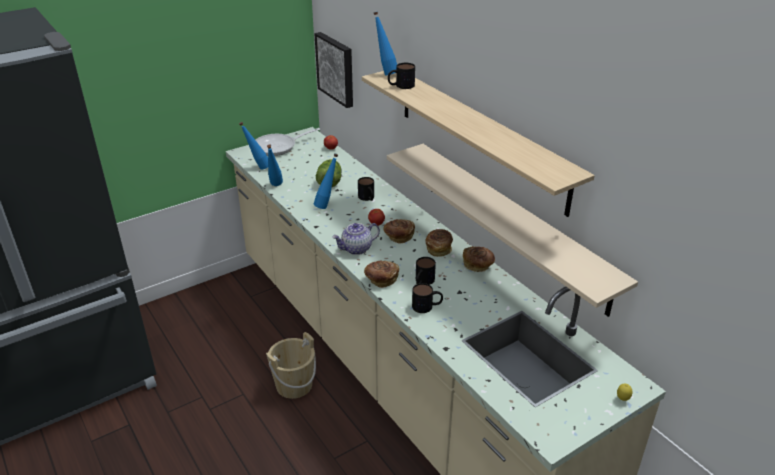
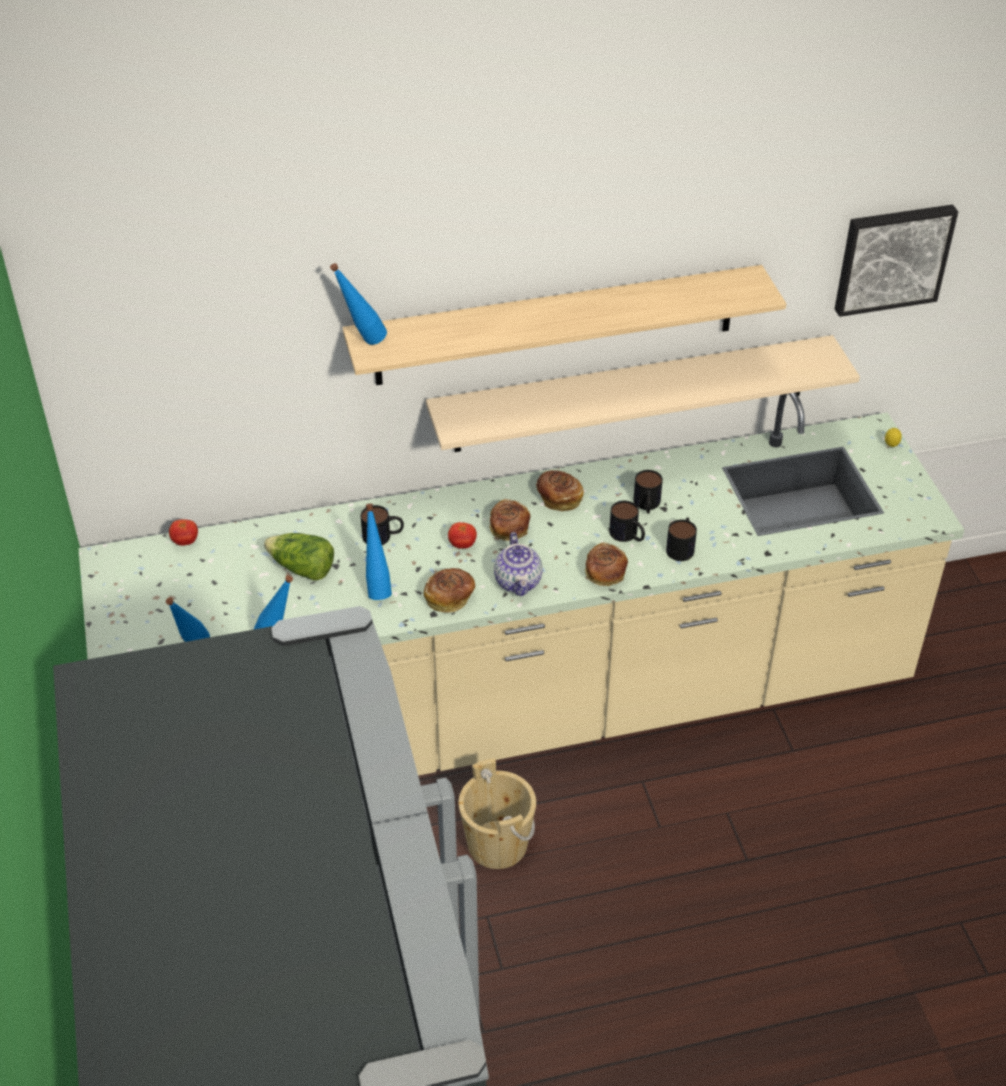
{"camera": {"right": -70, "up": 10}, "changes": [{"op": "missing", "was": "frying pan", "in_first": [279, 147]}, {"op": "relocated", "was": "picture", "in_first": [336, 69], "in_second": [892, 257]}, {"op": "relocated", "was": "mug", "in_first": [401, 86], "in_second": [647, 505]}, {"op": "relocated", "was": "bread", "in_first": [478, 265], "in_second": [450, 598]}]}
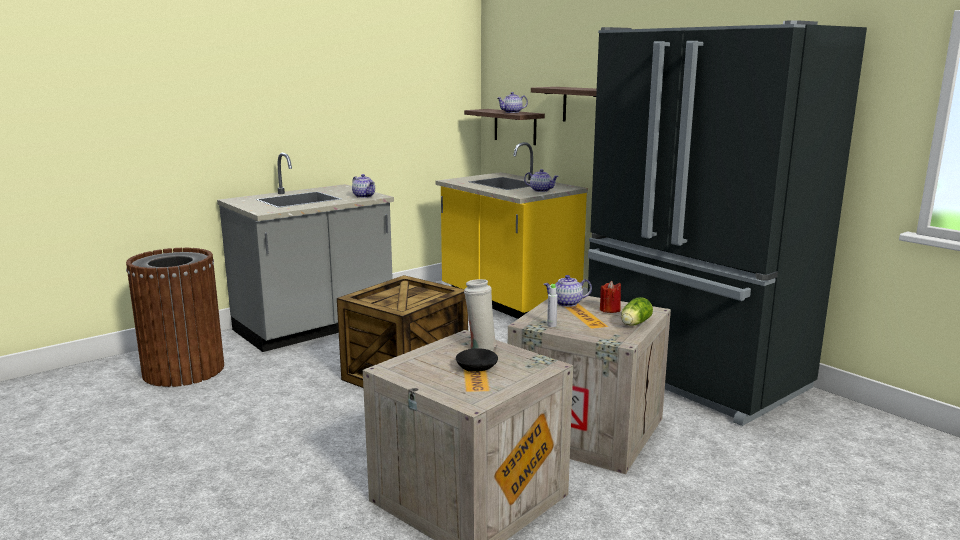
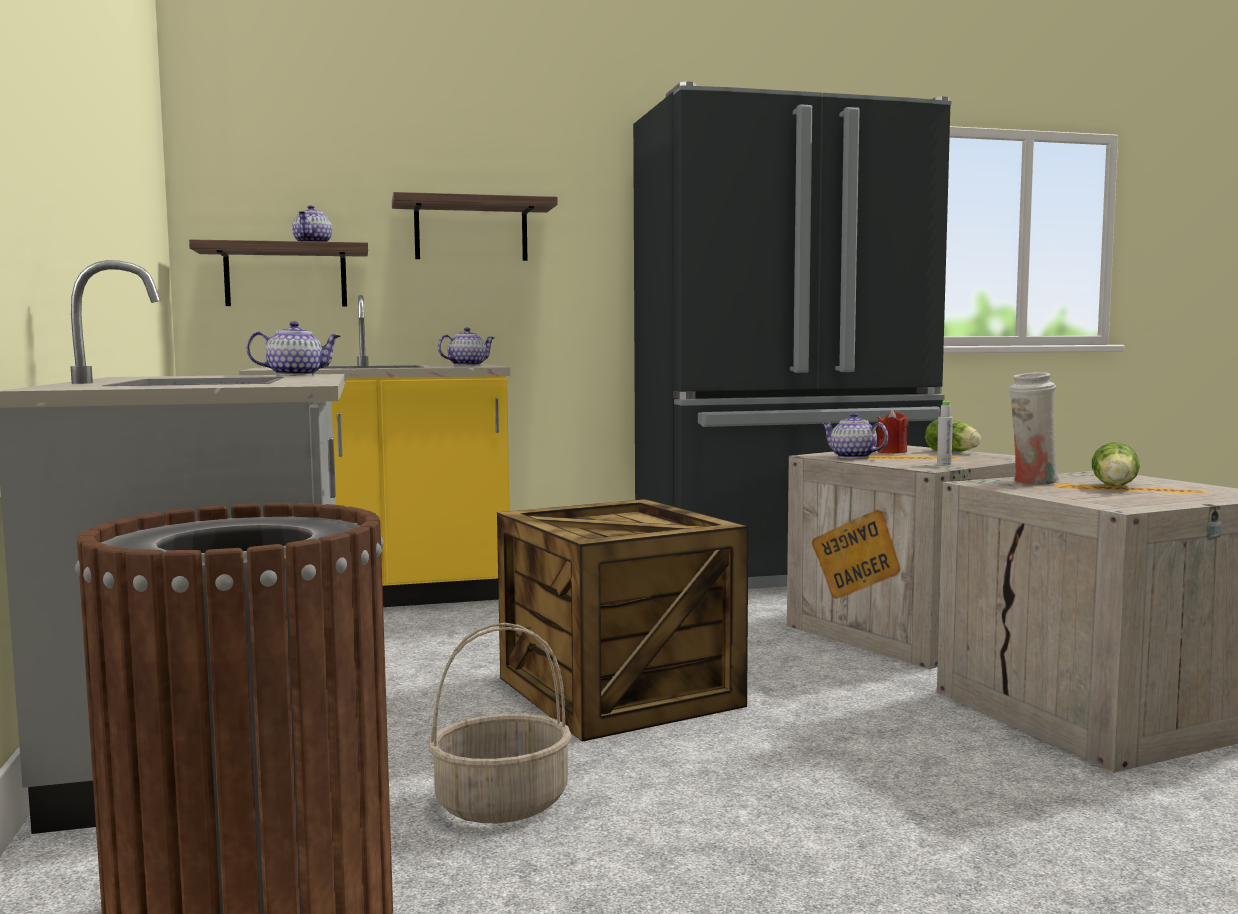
{"camera": {"right": -65, "up": -10}, "changes": [{"op": "exchanged", "was": "black bowl", "now": "lettuce", "in_first": [476, 367], "in_second": [1115, 487]}, {"op": "spun", "was": "teapot", "in_first": [566, 303], "in_second": [852, 457], "clockwise": 120}, {"op": "appeared", "now": "basket", "in_second": [503, 803]}]}
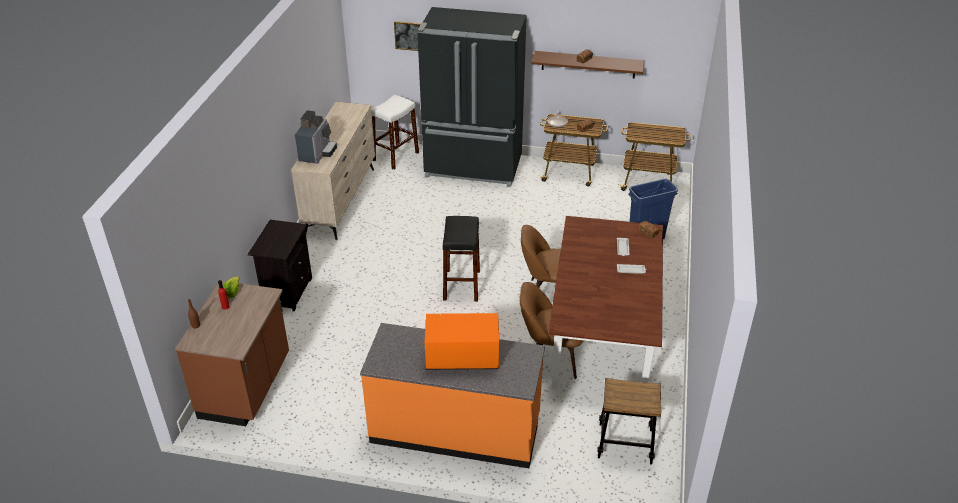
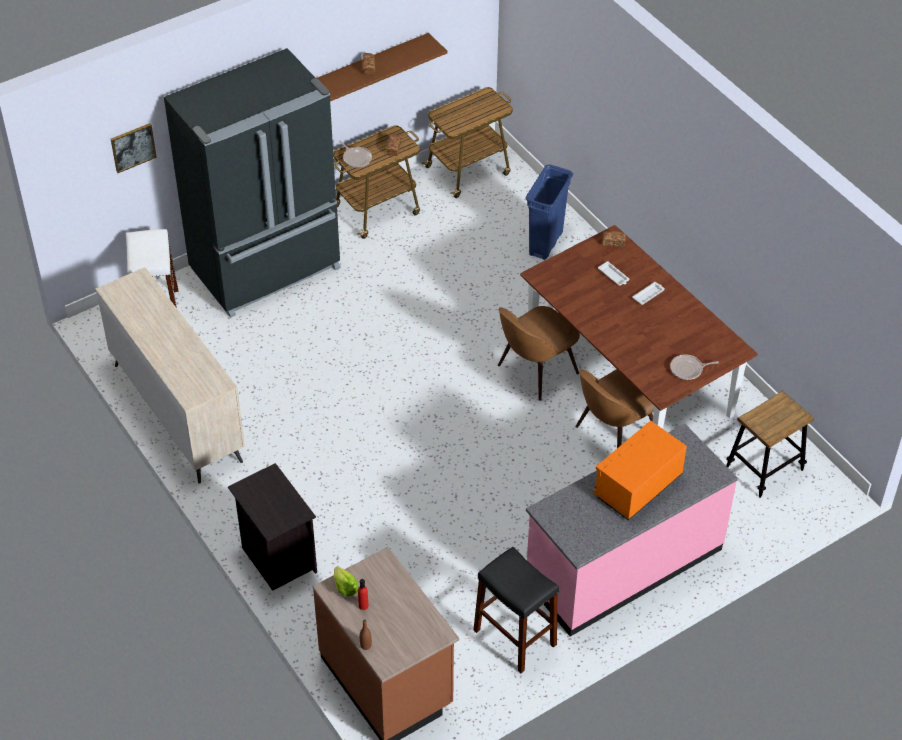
{"camera": {"right": -45, "up": 10}, "changes": [{"op": "missing", "was": "coffee machine", "in_first": [317, 154]}, {"op": "colour", "was": "orange counter", "now": "pink counter", "in_first": [455, 429], "in_second": [623, 564]}, {"op": "relocated", "was": "black stool", "in_first": [461, 285], "in_second": [515, 637]}, {"op": "appeared", "now": "frying pan", "in_second": [688, 369]}]}
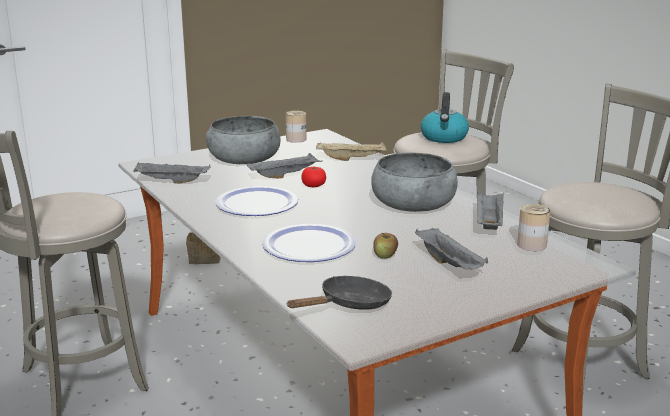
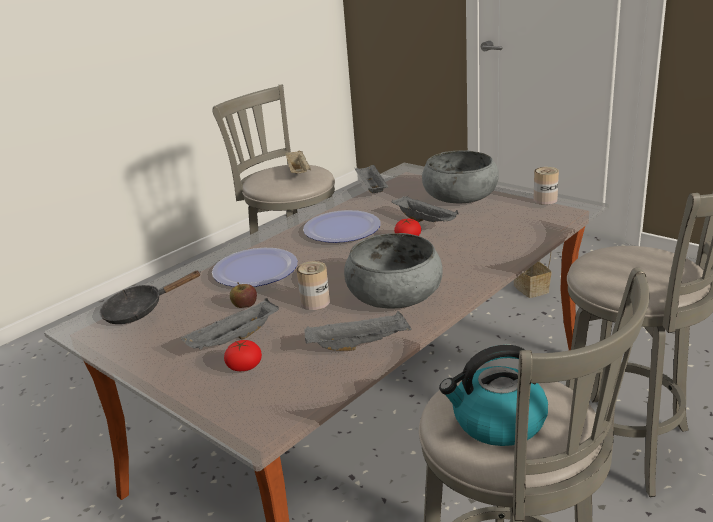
{"camera": {"right": 75, "up": 5}, "changes": [{"op": "spun", "was": "black frying pan", "in_first": [350, 305], "in_second": [140, 310], "clockwise": 120}, {"op": "relocated", "was": "beige tray", "in_first": [352, 159], "in_second": [298, 173]}, {"op": "relocated", "was": "kettle", "in_first": [444, 138], "in_second": [497, 422]}, {"op": "relocated", "was": "can", "in_first": [532, 245], "in_second": [315, 302]}, {"op": "appeared", "now": "tomato", "in_second": [244, 366]}]}
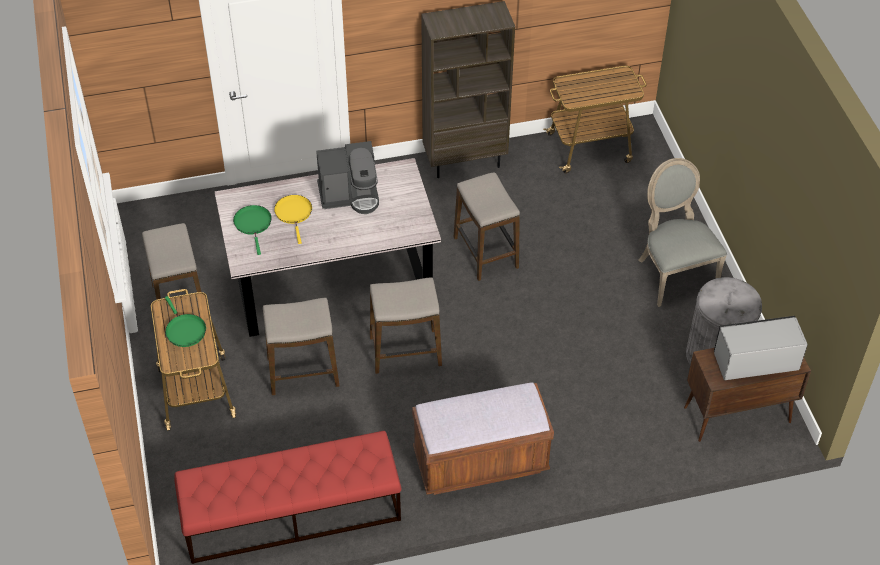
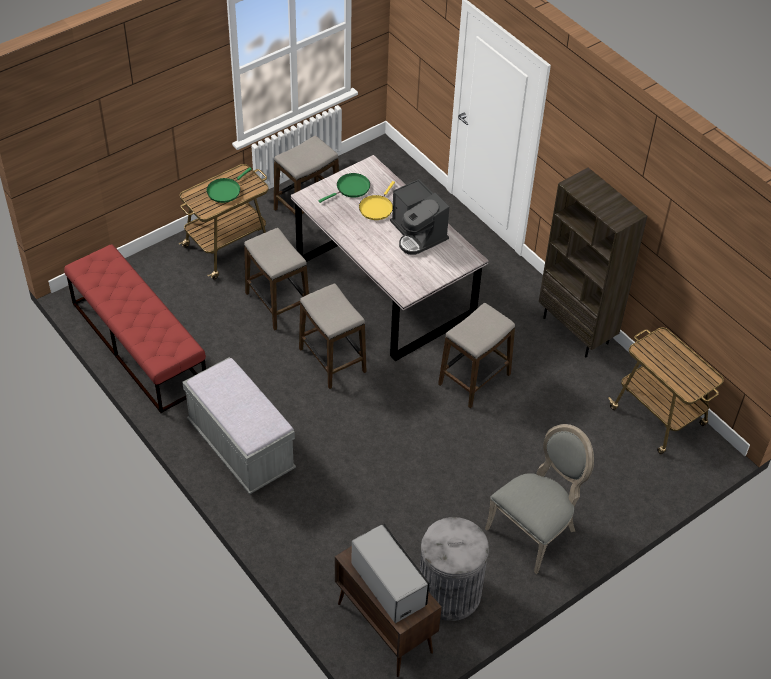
{"camera": {"right": 65, "up": 0}, "changes": [{"op": "spun", "was": "yellow frying pan", "in_first": [294, 213], "in_second": [376, 208], "clockwise": 150}, {"op": "colour", "was": "brown bench", "now": "grey bench", "in_first": [480, 462], "in_second": [241, 447]}]}
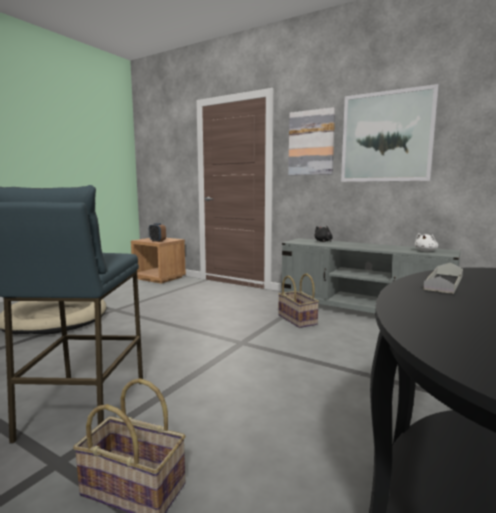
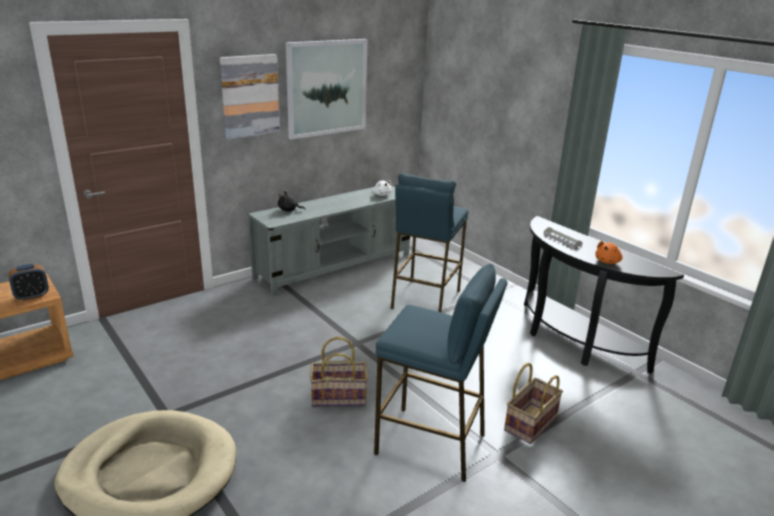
{"camera": {"right": -70, "up": 15}, "changes": [{"op": "relocated", "was": "basket", "in_first": [298, 320], "in_second": [339, 396]}, {"op": "appeared", "now": "blue stool", "in_second": [424, 299]}, {"op": "appeared", "now": "orange plush toy", "in_second": [608, 261]}]}
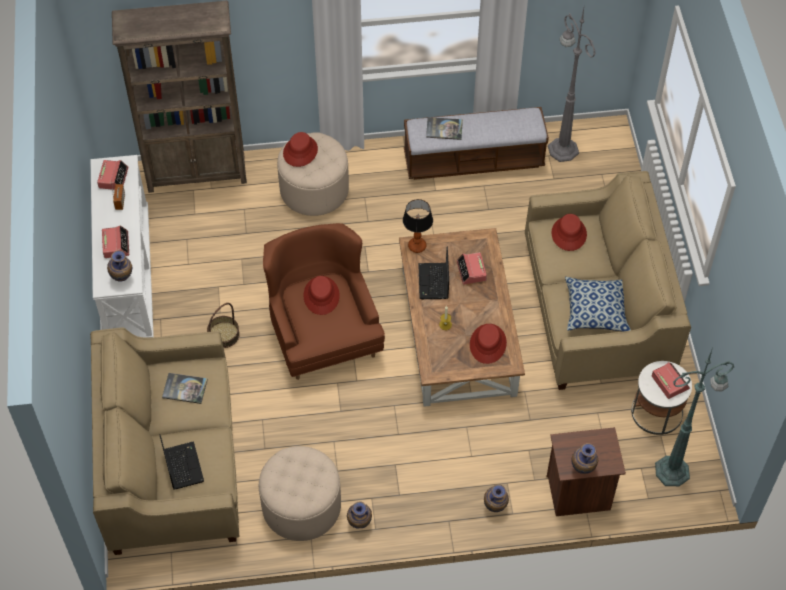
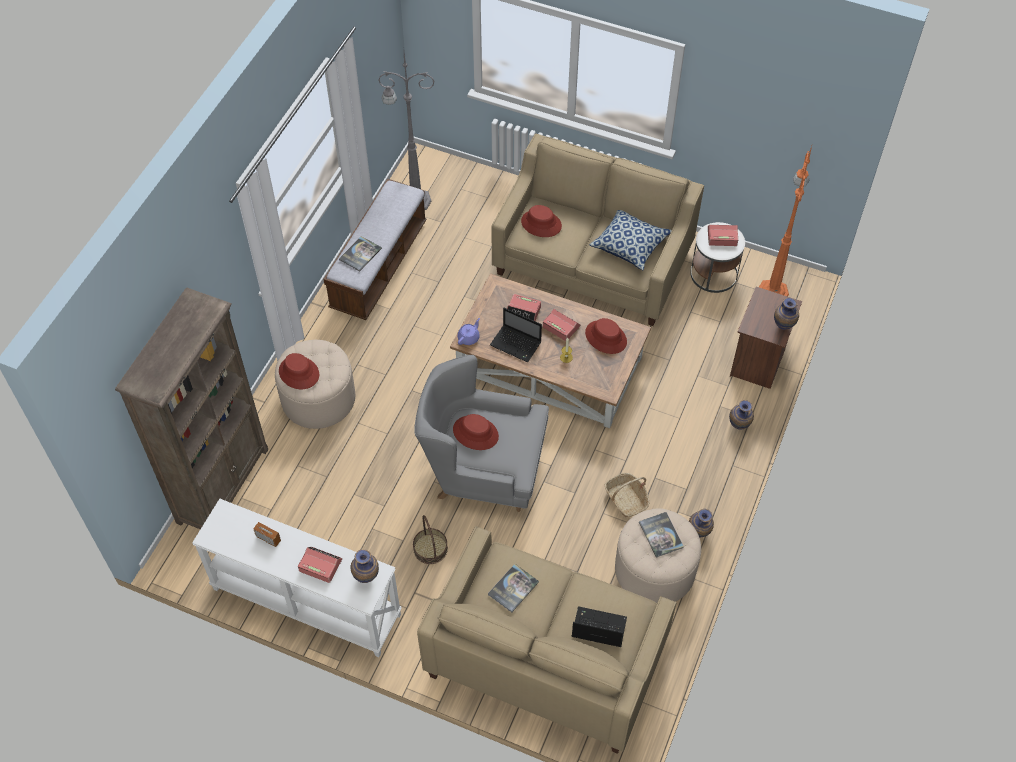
{"camera": {"right": -60, "up": 0}, "changes": [{"op": "relocated", "was": "alarm clock", "in_first": [113, 178], "in_second": [561, 326]}, {"op": "colour", "was": "brown armchair", "now": "grey armchair", "in_first": [323, 333], "in_second": [483, 467]}, {"op": "exchanged", "was": "table lamp", "now": "purple teapot", "in_first": [416, 246], "in_second": [469, 337]}, {"op": "colour", "was": "green floor lamp", "now": "orange floor lamp", "in_first": [674, 471], "in_second": [773, 291]}, {"op": "appeared", "now": "basket", "in_second": [626, 499]}, {"op": "appeared", "now": "book", "in_second": [661, 535]}]}
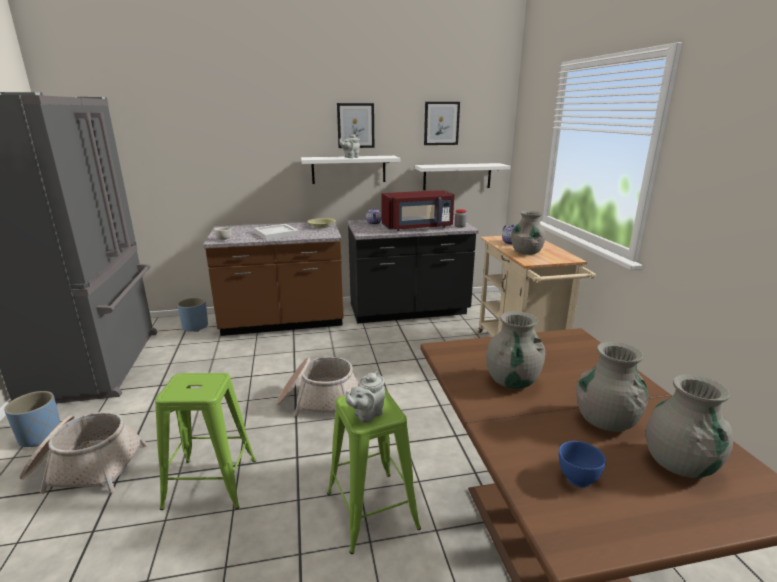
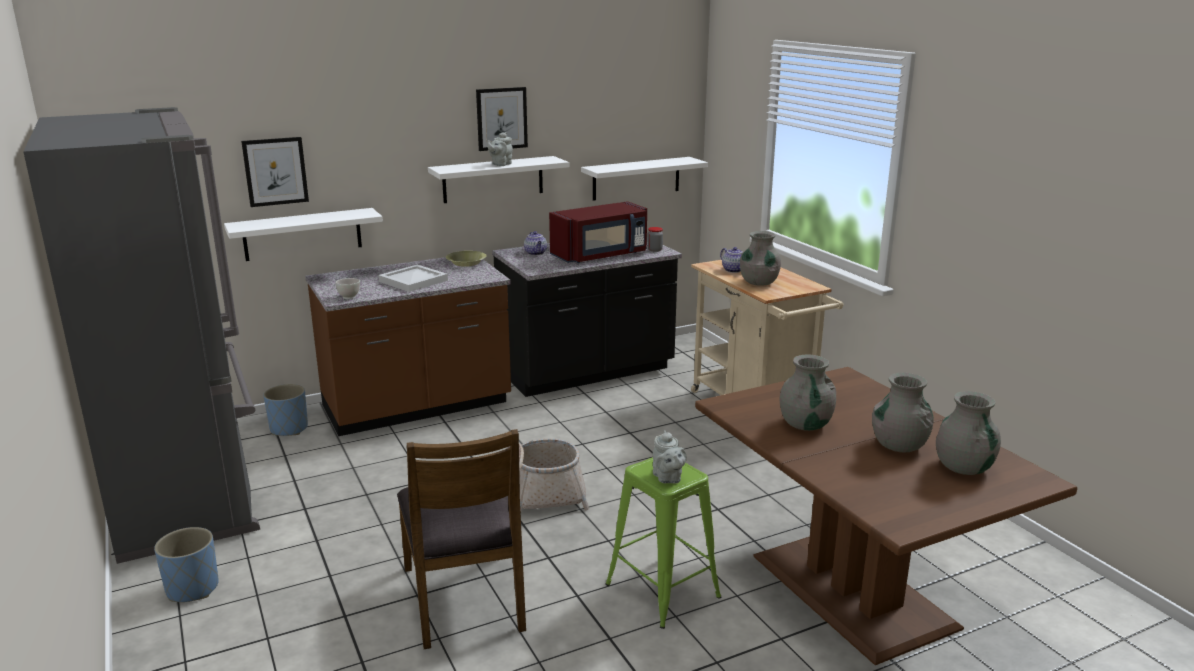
{"camera": {"right": -15, "up": 0}, "changes": [{"op": "missing", "was": "basket", "in_first": [85, 467]}, {"op": "exchanged", "was": "green stool", "now": "brown chair", "in_first": [212, 483], "in_second": [466, 598]}, {"op": "spun", "was": "grey teapot", "in_first": [366, 415], "in_second": [667, 478], "clockwise": -45}, {"op": "relocated", "was": "picture", "in_first": [441, 123], "in_second": [275, 171]}, {"op": "missing", "was": "blue bowl", "in_first": [577, 479]}, {"op": "appeared", "now": "white shelf", "in_second": [302, 234]}]}
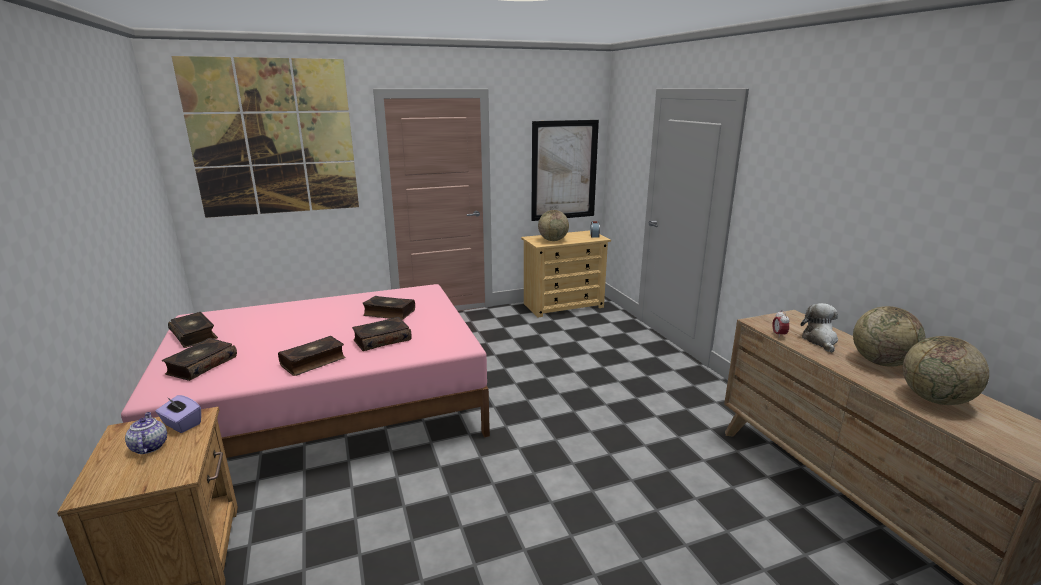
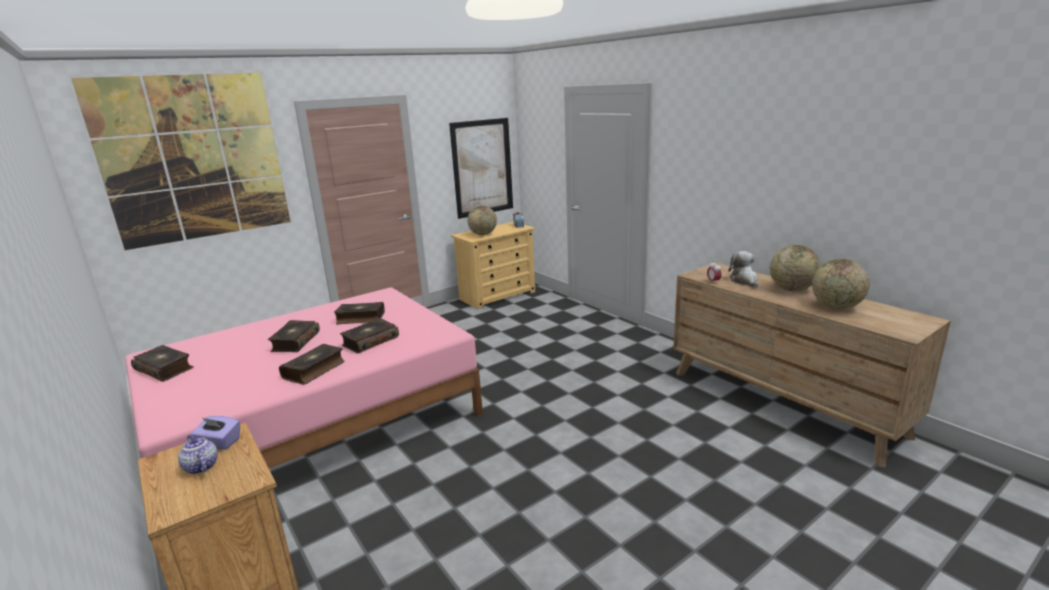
{"camera": {"right": -15, "up": 0}, "changes": [{"op": "relocated", "was": "book", "in_first": [201, 366], "in_second": [295, 342]}]}
